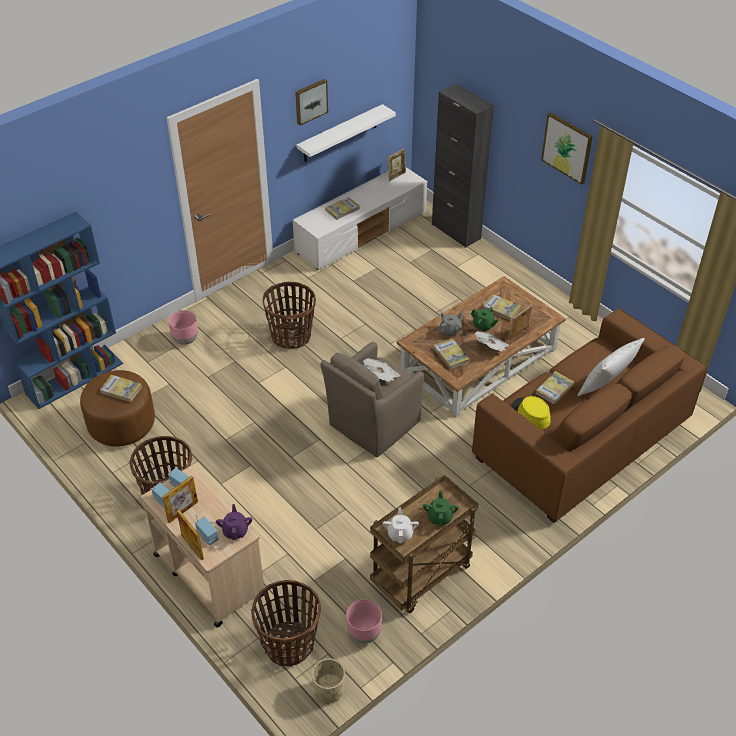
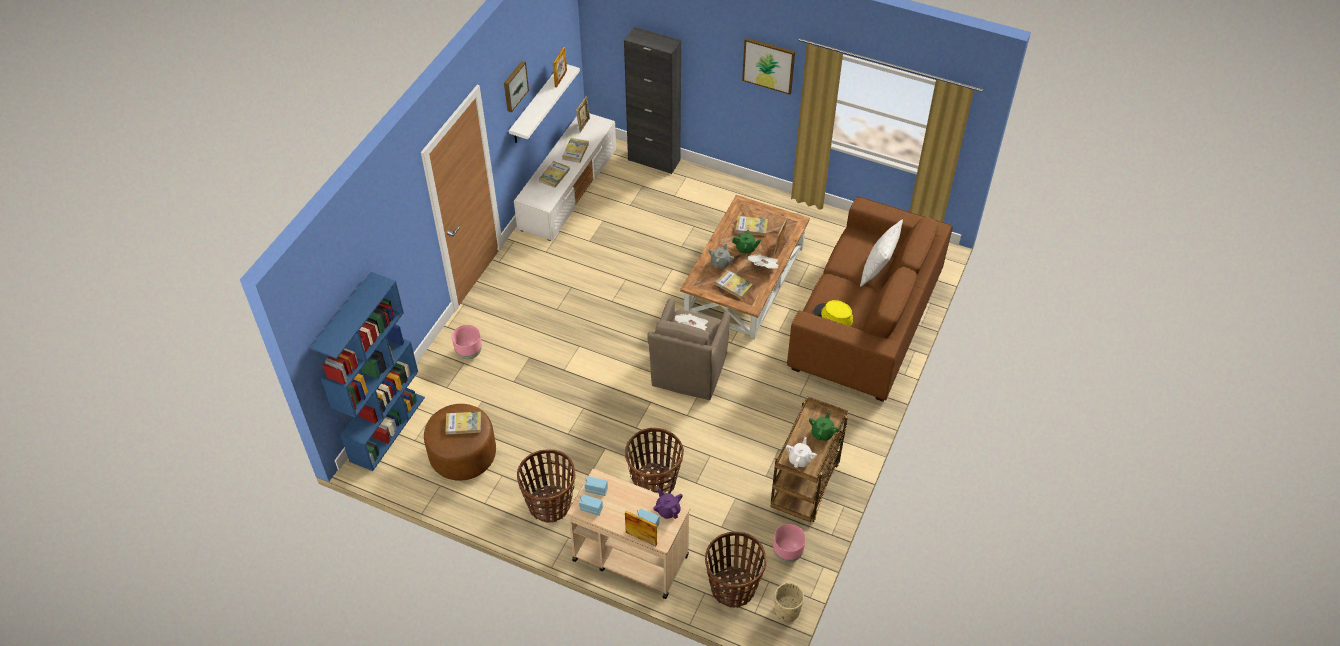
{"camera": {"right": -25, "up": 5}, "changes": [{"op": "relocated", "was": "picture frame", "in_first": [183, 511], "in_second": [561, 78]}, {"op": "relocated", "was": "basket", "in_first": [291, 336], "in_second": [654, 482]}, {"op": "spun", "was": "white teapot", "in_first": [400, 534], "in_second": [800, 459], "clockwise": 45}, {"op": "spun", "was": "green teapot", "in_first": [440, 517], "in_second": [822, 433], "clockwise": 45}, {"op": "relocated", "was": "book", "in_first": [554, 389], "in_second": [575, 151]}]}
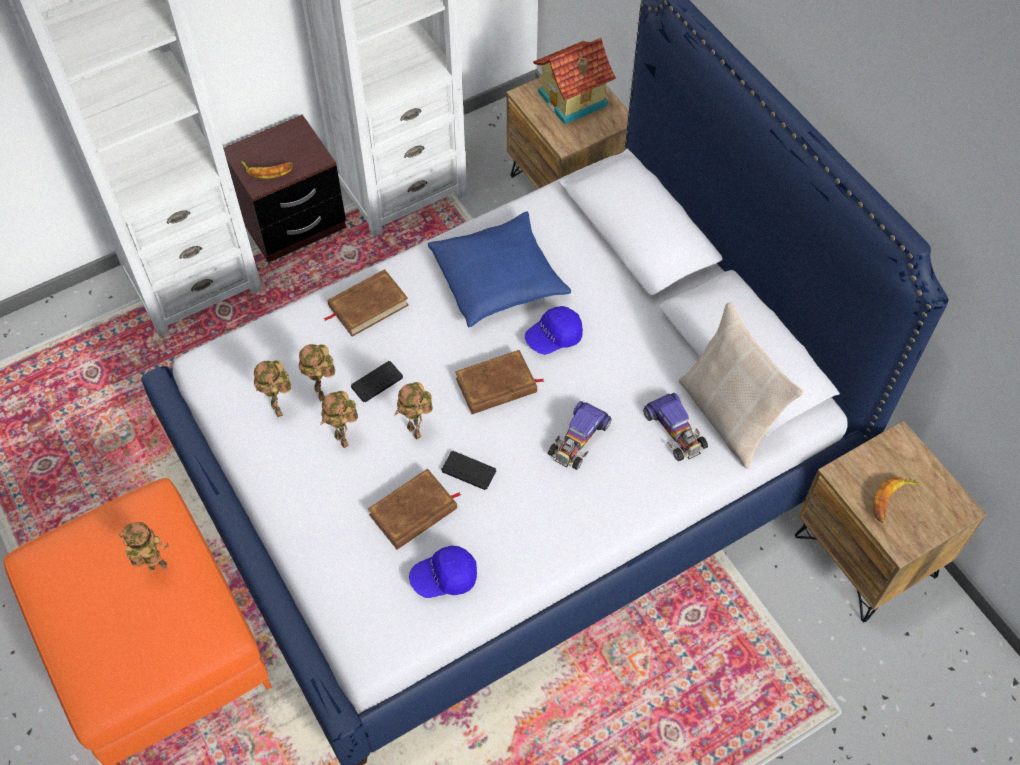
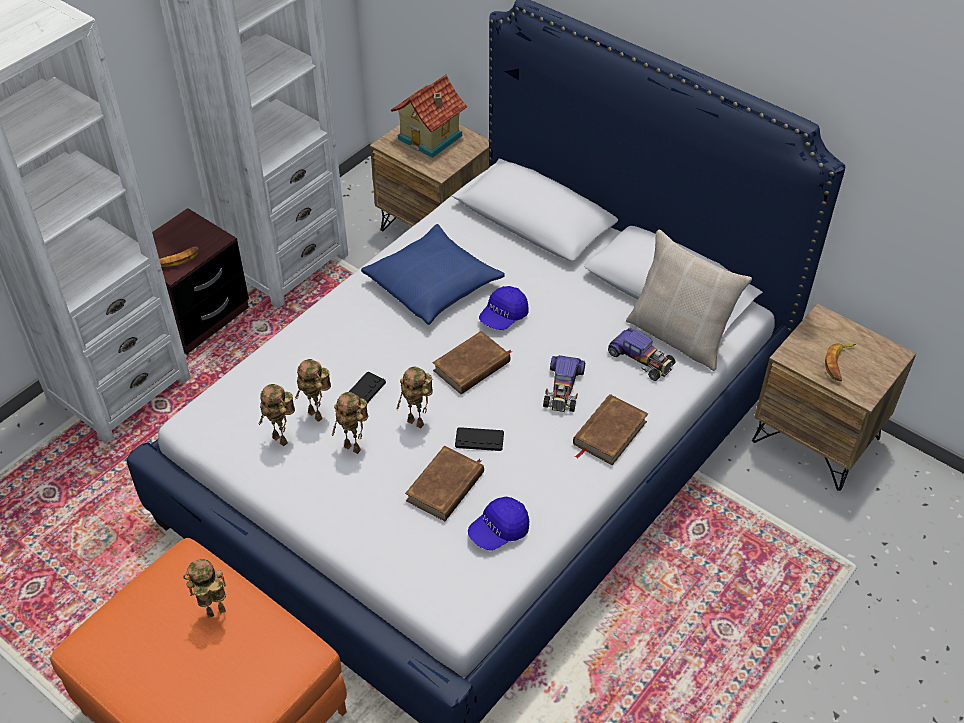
{"camera": {"right": -20, "up": -10}, "changes": [{"op": "relocated", "was": "brown book", "in_first": [368, 305], "in_second": [609, 433]}]}
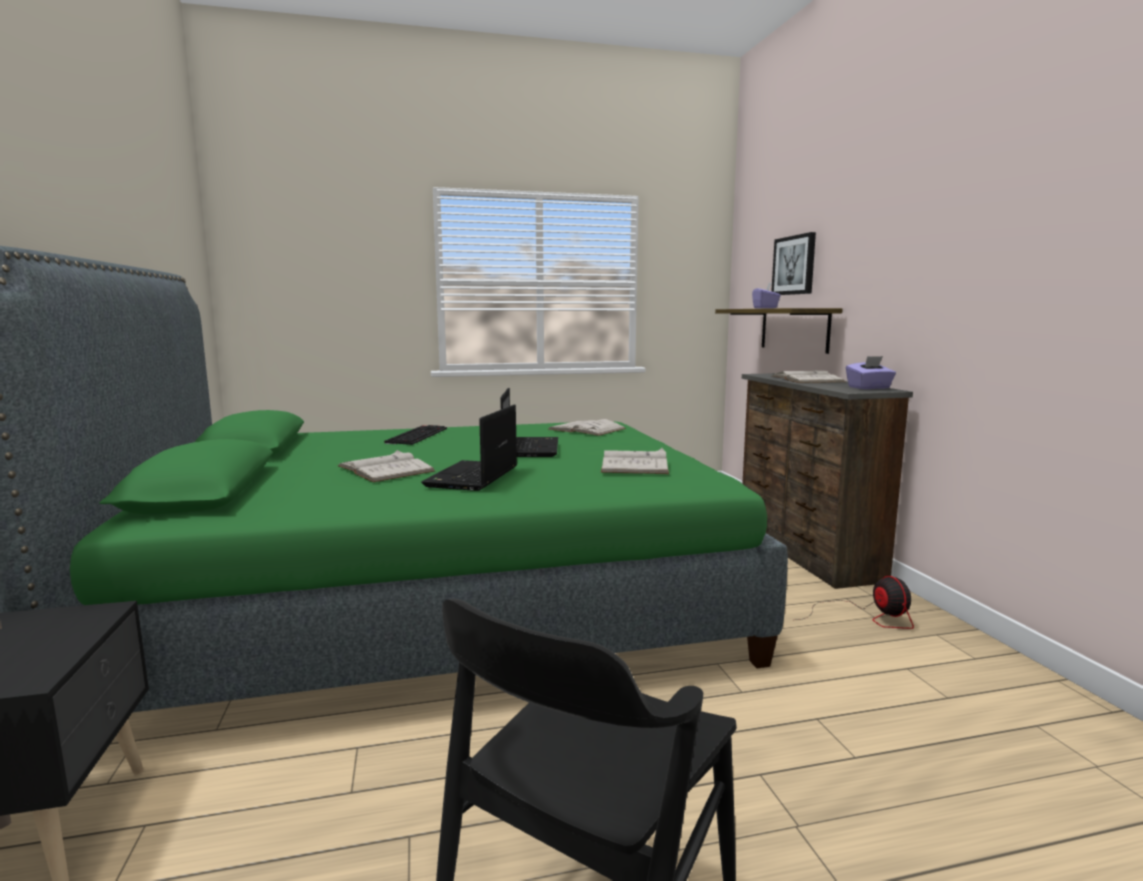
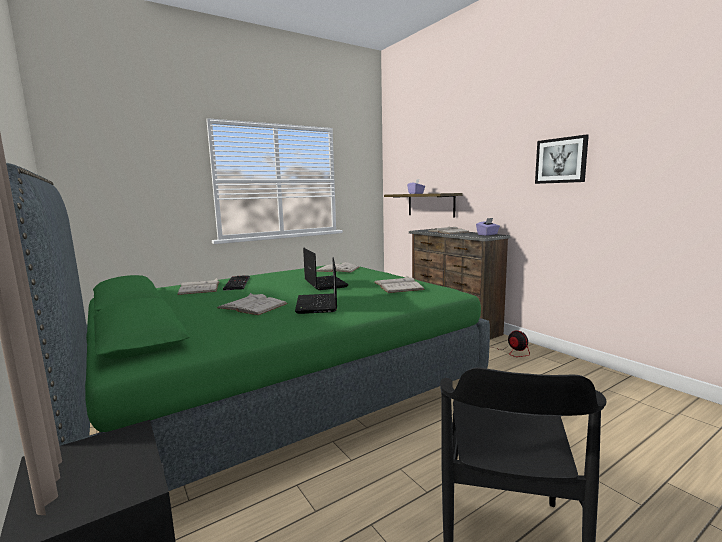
{"camera": {"right": -20, "up": 0}, "changes": [{"op": "relocated", "was": "picture", "in_first": [794, 265], "in_second": [561, 160]}, {"op": "appeared", "now": "white book", "in_second": [199, 288]}]}
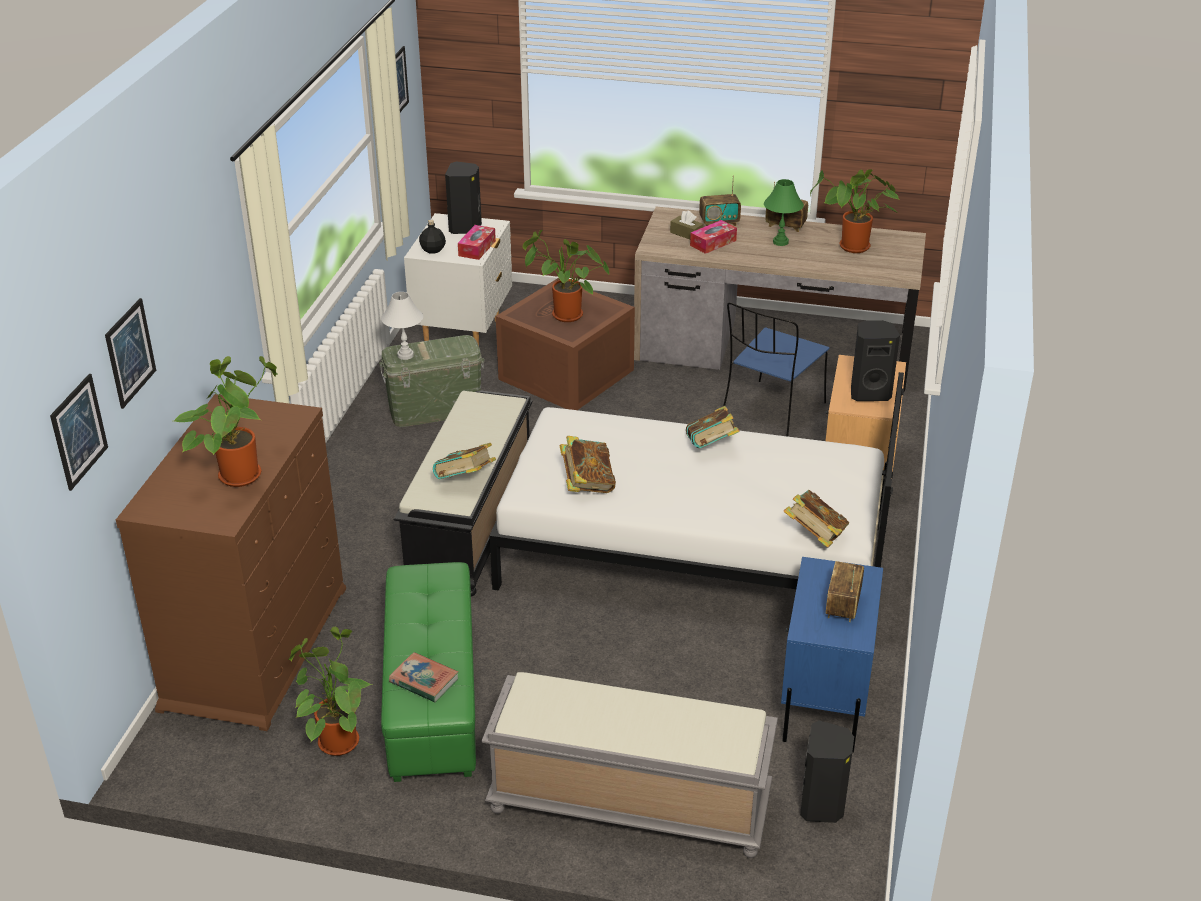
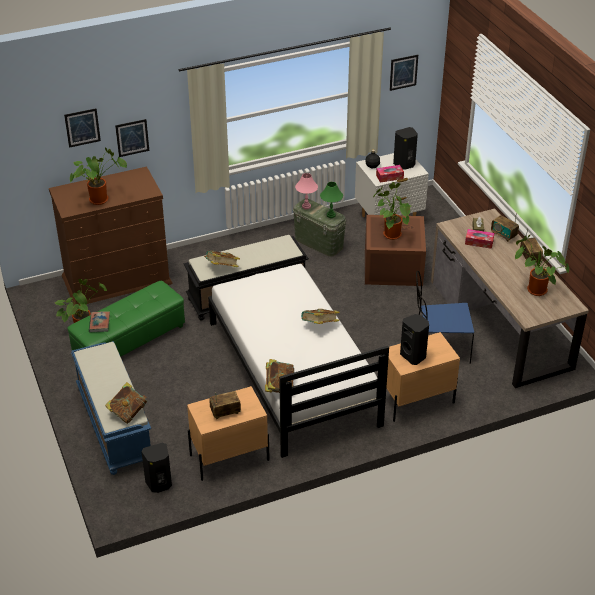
{"camera": {"right": 55, "up": 5}, "changes": [{"op": "relocated", "was": "picture", "in_first": [79, 431], "in_second": [132, 137]}, {"op": "colour", "was": "white table lamp", "now": "pink table lamp", "in_first": [405, 355], "in_second": [306, 206]}, {"op": "colour", "was": "grey bench", "now": "blue bench", "in_first": [627, 804], "in_second": [113, 424]}, {"op": "relocated", "was": "book", "in_first": [587, 484], "in_second": [128, 412]}, {"op": "relocated", "was": "green table lamp", "in_first": [780, 242], "in_second": [331, 215]}, {"op": "colour", "was": "blue nightstand", "now": "beige nightstand", "in_first": [824, 700], "in_second": [229, 457]}]}
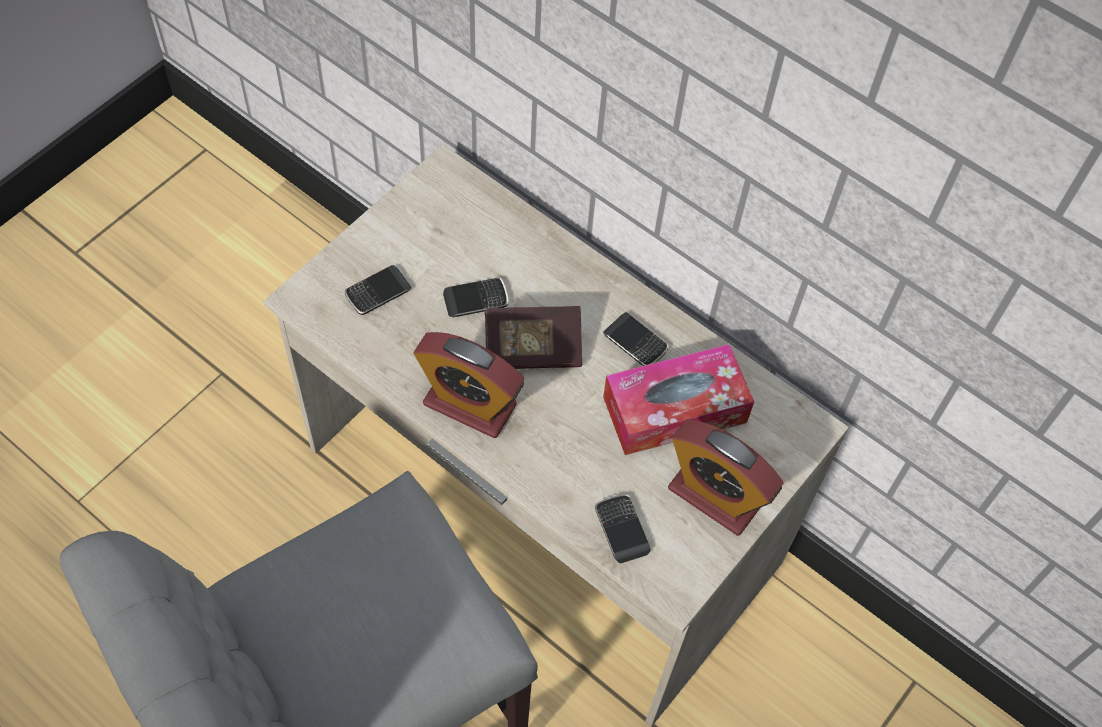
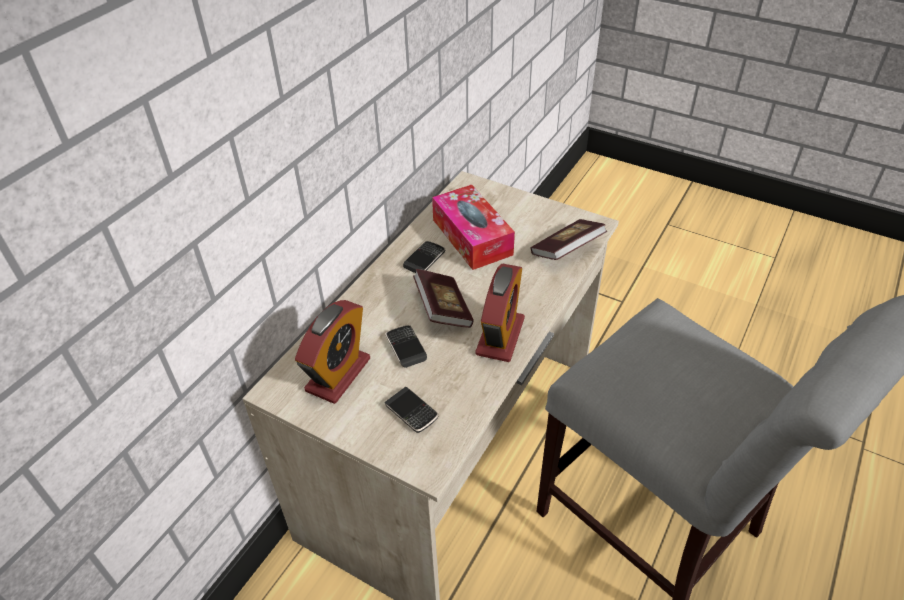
{"camera": {"right": -95, "up": -15}, "changes": [{"op": "exchanged", "was": "phone", "now": "book", "in_first": [621, 530], "in_second": [566, 250]}, {"op": "relocated", "was": "alarm clock", "in_first": [715, 496], "in_second": [338, 374]}]}
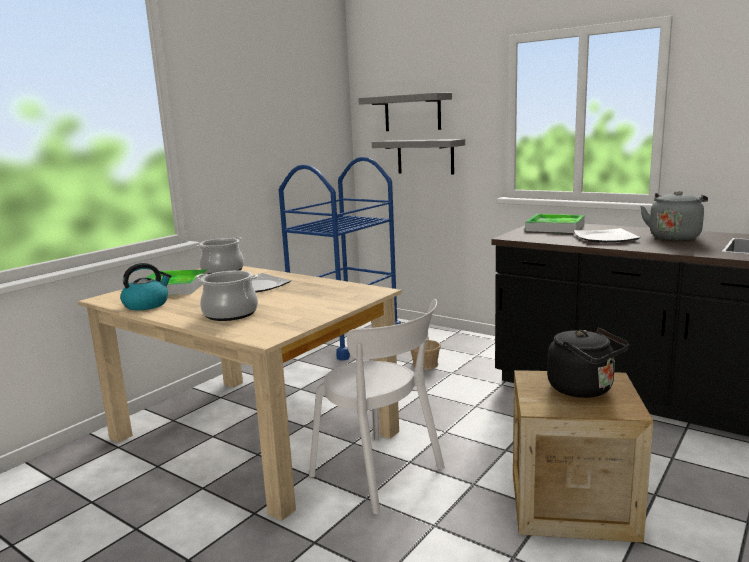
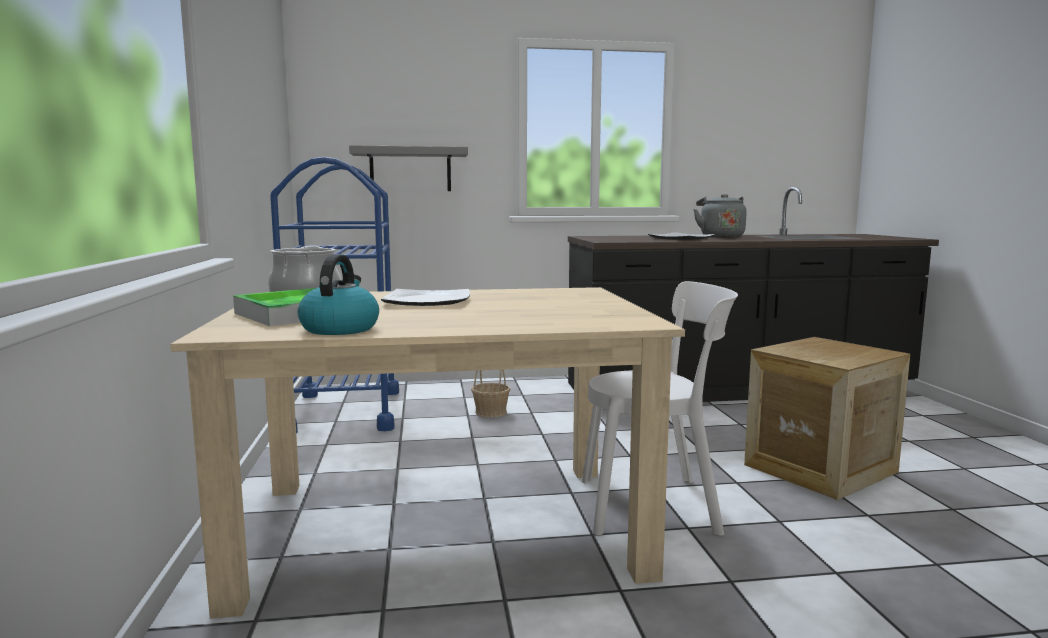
{"camera": {"right": -45, "up": -5}, "changes": [{"op": "missing", "was": "cooking pot", "in_first": [230, 314]}, {"op": "missing", "was": "grey shelf", "in_first": [412, 113]}, {"op": "missing", "was": "tray", "in_first": [555, 227]}, {"op": "missing", "was": "black kettle", "in_first": [584, 389]}]}
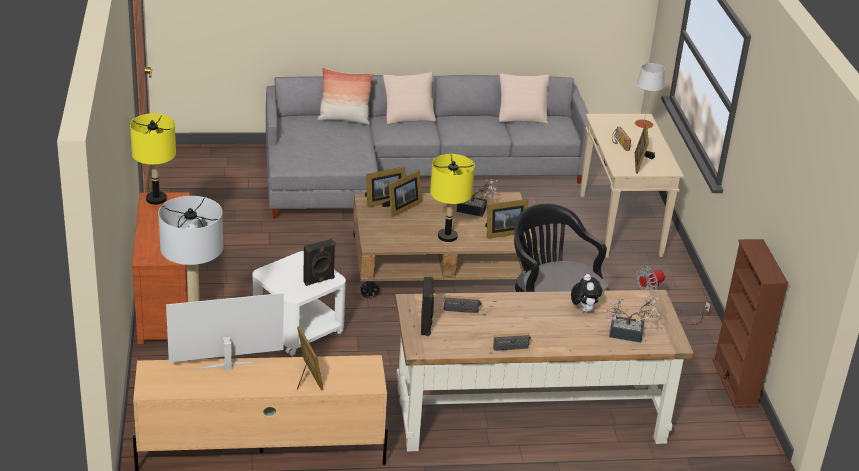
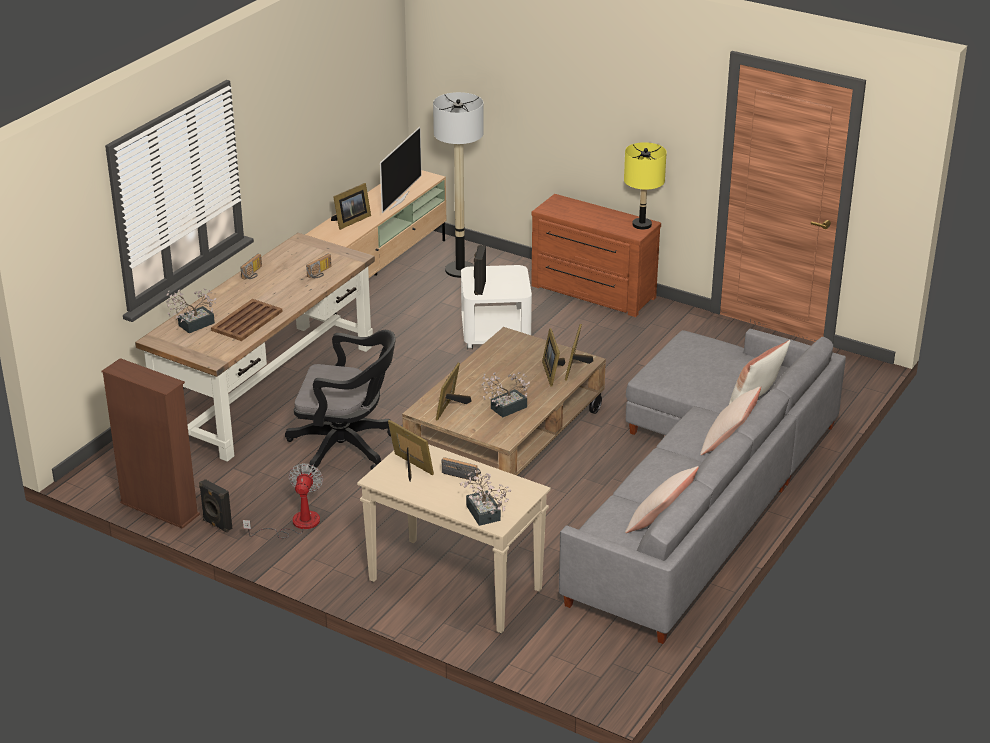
{"camera": {"right": 130, "up": 0}, "changes": [{"op": "spun", "was": "picture frame", "in_first": [307, 377], "in_second": [350, 221], "clockwise": -60}, {"op": "relocated", "was": "black speaker", "in_first": [426, 325], "in_second": [216, 525]}, {"op": "missing", "was": "yellow table lamp", "in_first": [447, 236]}, {"op": "exchanged", "was": "plush toy", "now": "brown tray", "in_first": [583, 309], "in_second": [247, 320]}, {"op": "exchanged", "was": "grey table lamp", "now": "potted plant", "in_first": [643, 124], "in_second": [484, 516]}]}
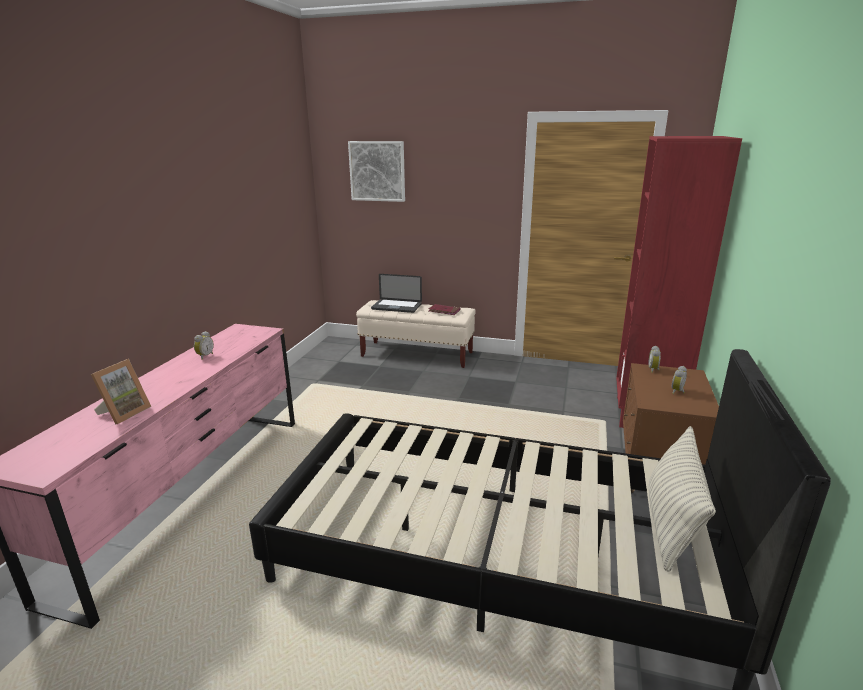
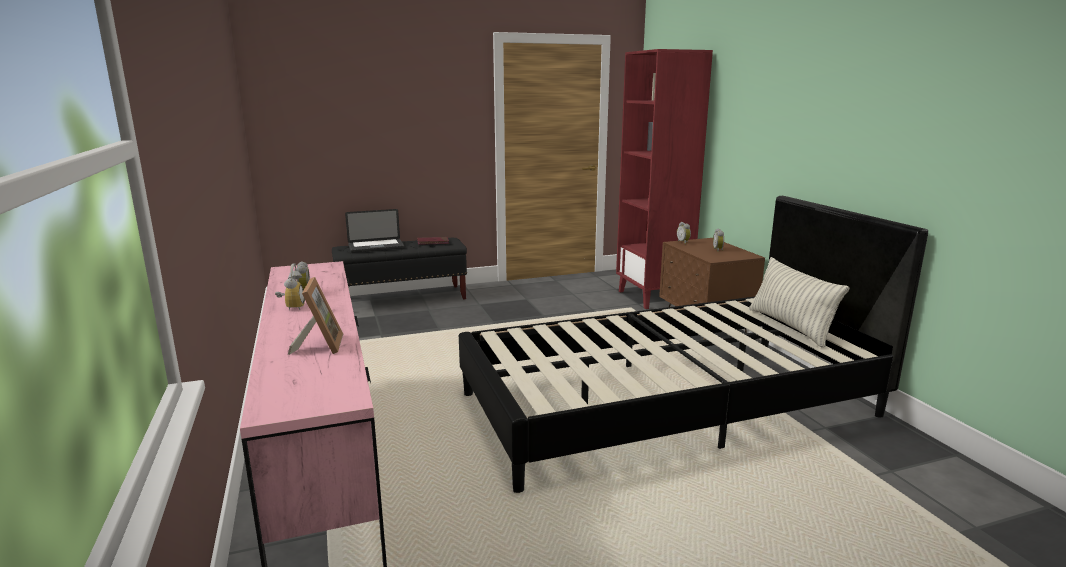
{"camera": {"right": -35, "up": -5}, "changes": [{"op": "missing", "was": "picture", "in_first": [377, 171]}, {"op": "colour", "was": "beige bench", "now": "black bench", "in_first": [417, 355], "in_second": [402, 299]}, {"op": "appeared", "now": "alarm clock", "in_second": [292, 307]}]}
